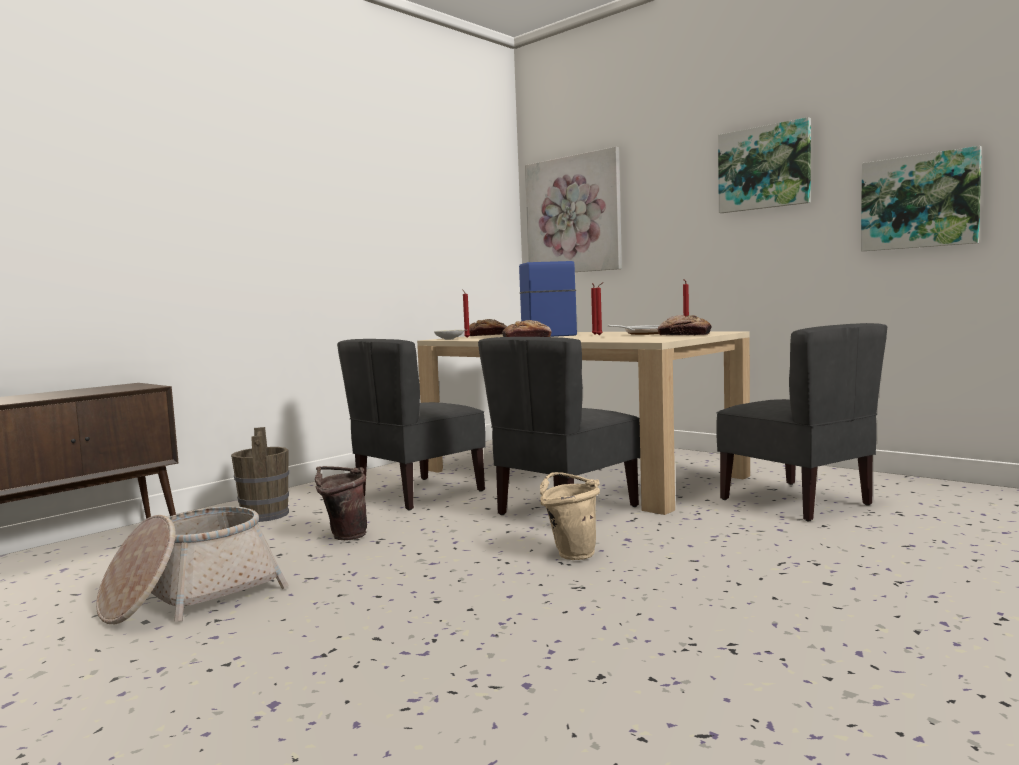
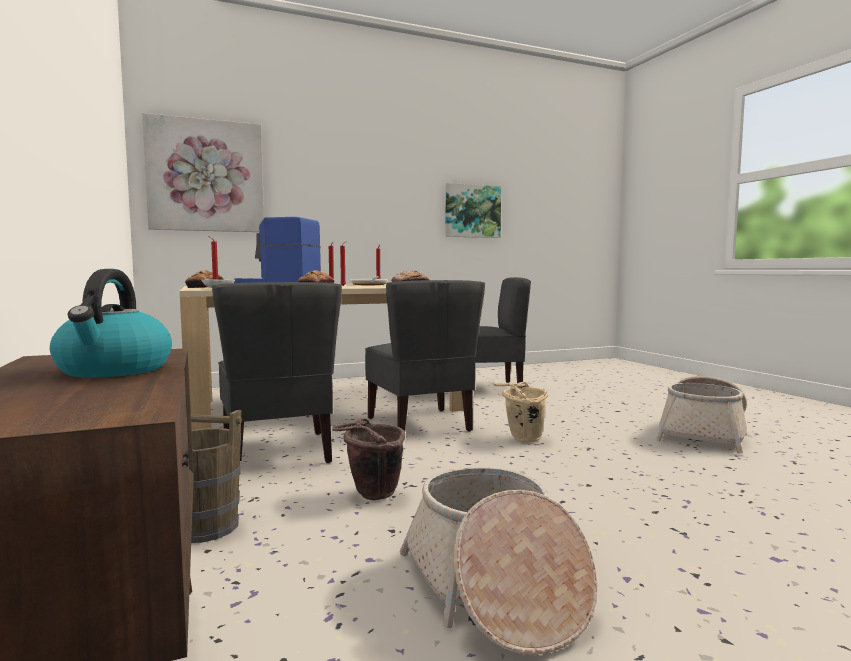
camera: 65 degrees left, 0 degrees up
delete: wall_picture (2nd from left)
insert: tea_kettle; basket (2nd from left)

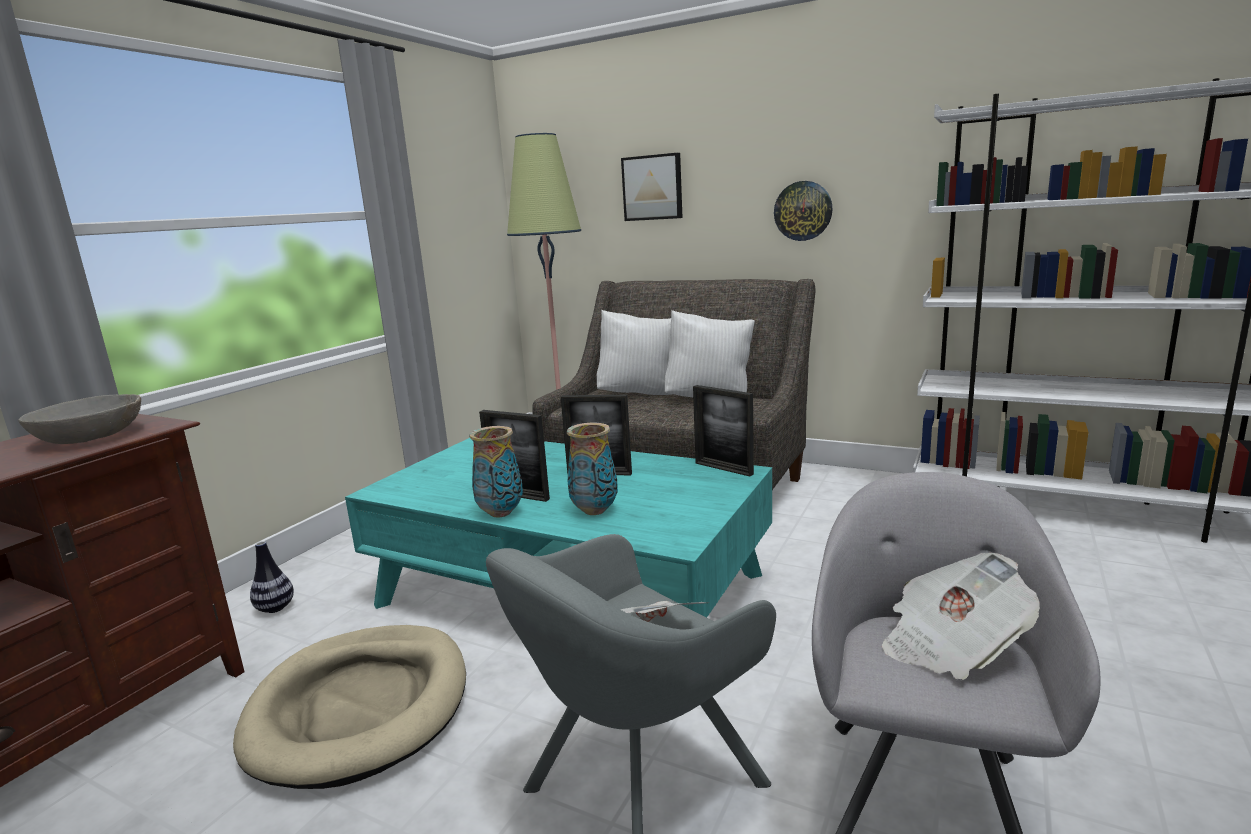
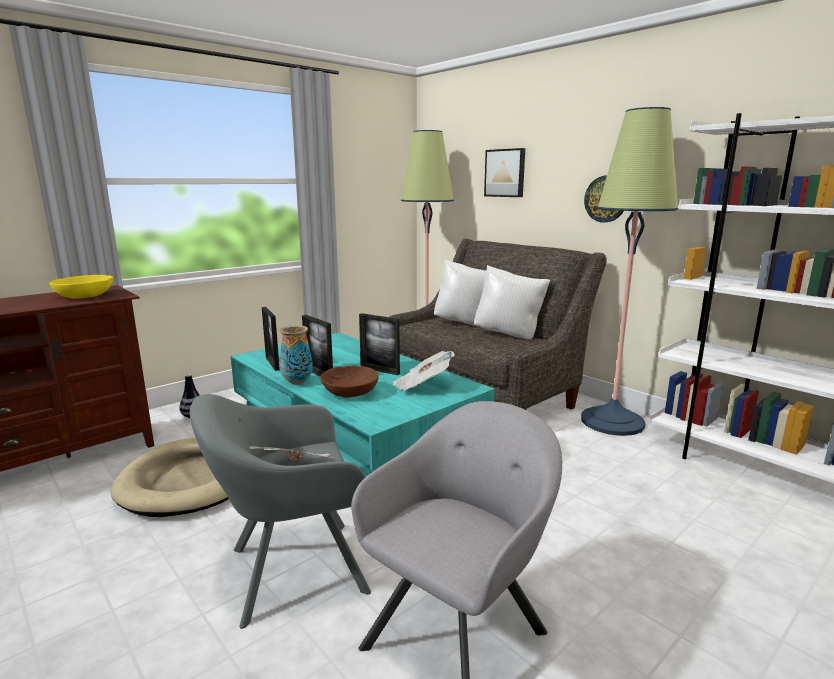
camera: 20 degrees right, 0 degrees up
insert: standing_lamp (2nd from left)
move: standing_frame (3rd from left in the first image) to standing_frame (1st from left); newspaper (2nd from left)
replace: vase (3rd from left) to brown_deep_dish
recolor: gray_deep_dish to yellow_deep_dish

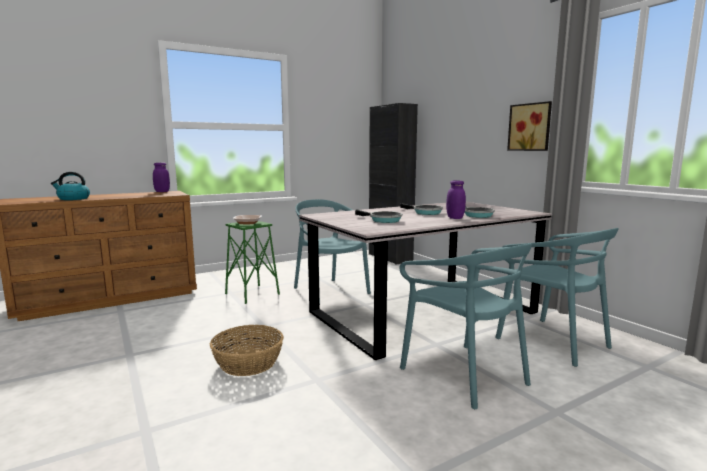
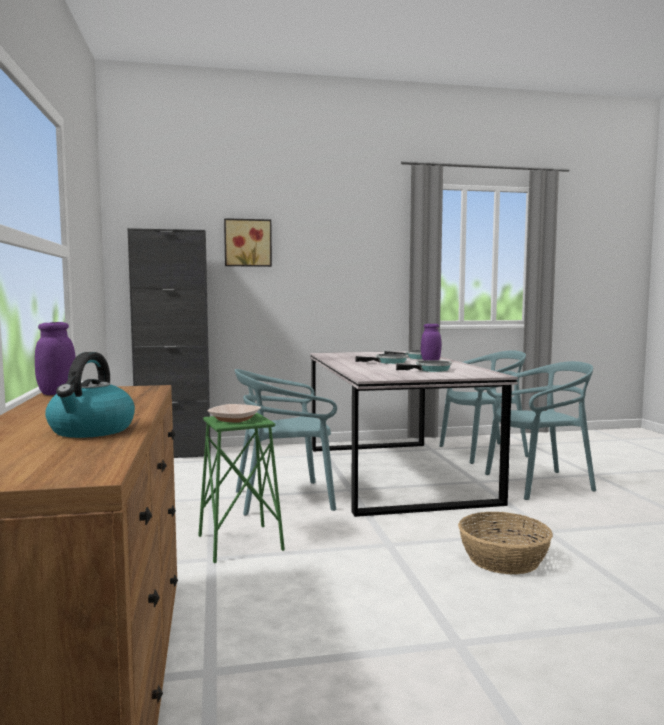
camera: 70 degrees left, 5 degrees down
move: wall_picture

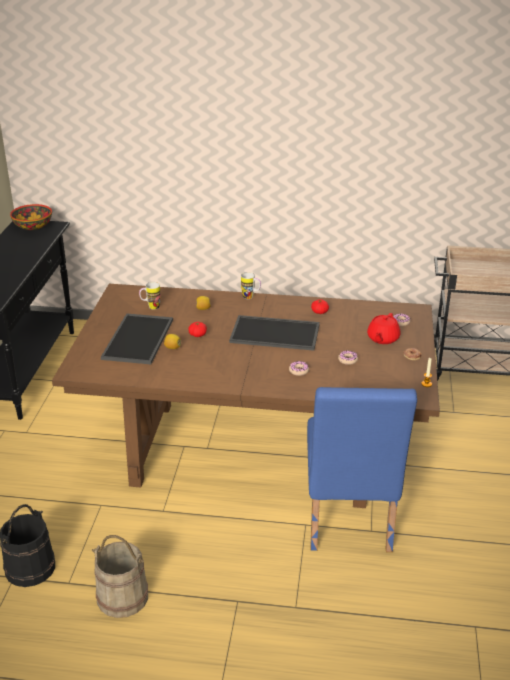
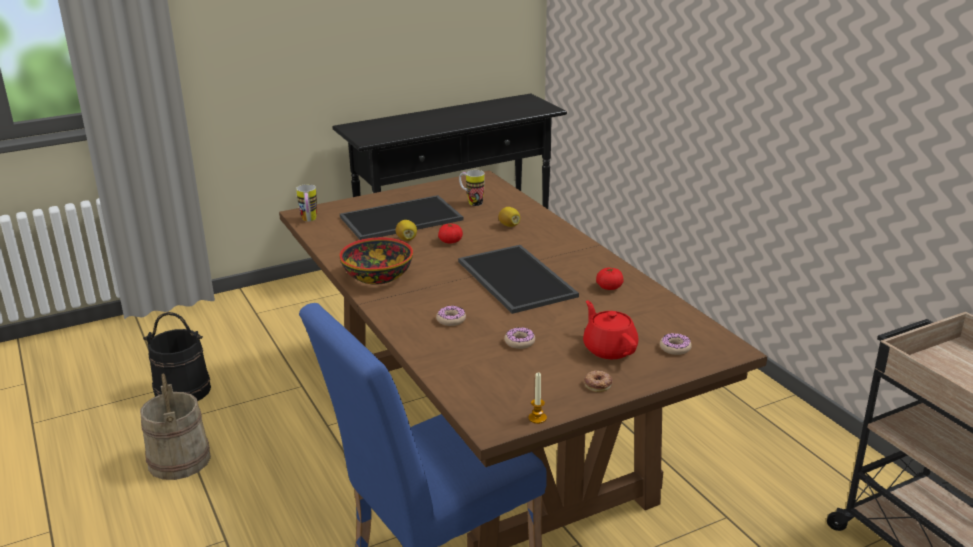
camera: 55 degrees right, 5 degrees down
move: deep_dish; mug (2nd from left in the first image) to mug (1st from left)
rotate: reddish_pot_for_tea 75 degrees clockwise

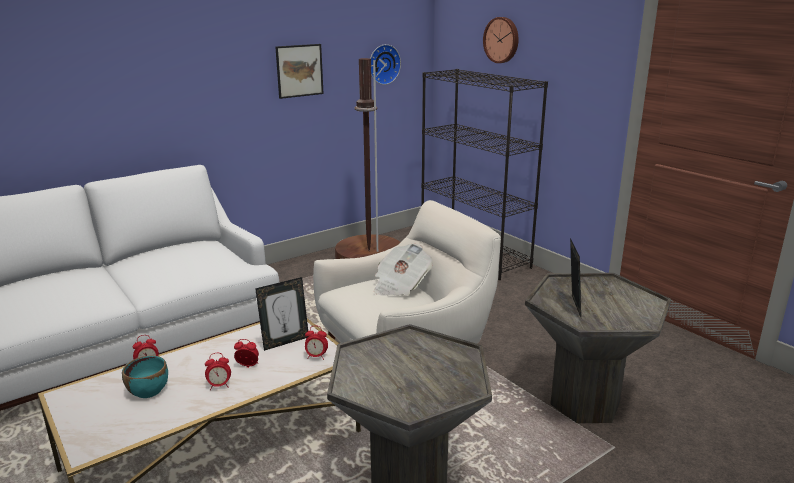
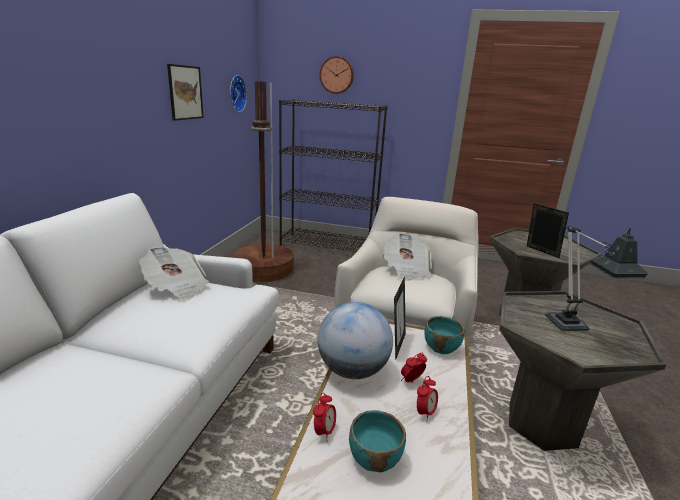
camera: 40 degrees left, 0 degrees up
insert: newspaper (1st from left); desk_globe; tabletop_lamp
replace: bedside_clock (4th from left) to blue-green_deep_dish (2nd from left)

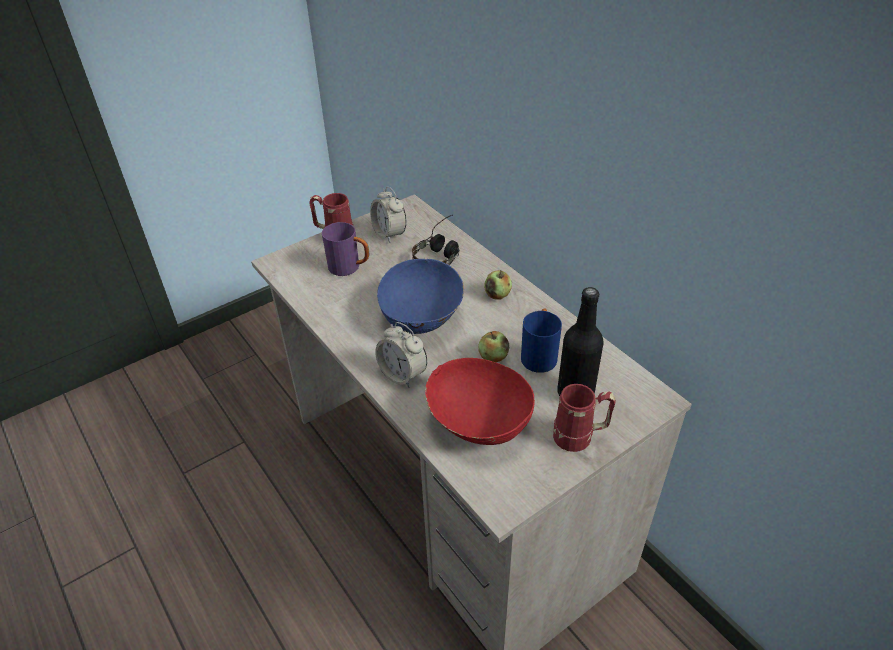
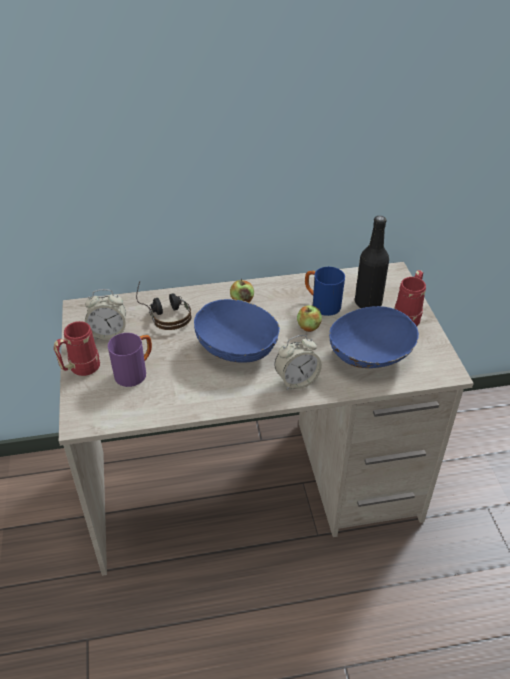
camera: 65 degrees left, 0 degrees up
recolor: reddish_deep_dish to blue-coloured_deep_dish (2nd from left)

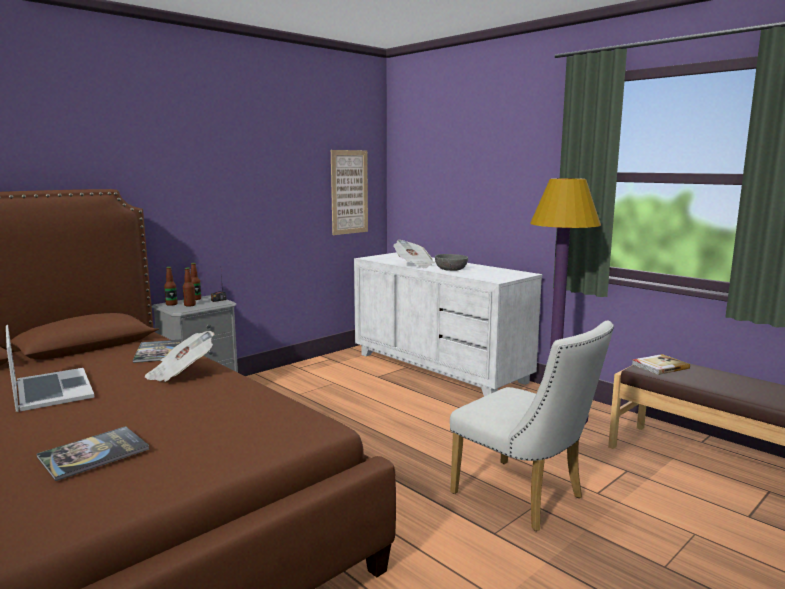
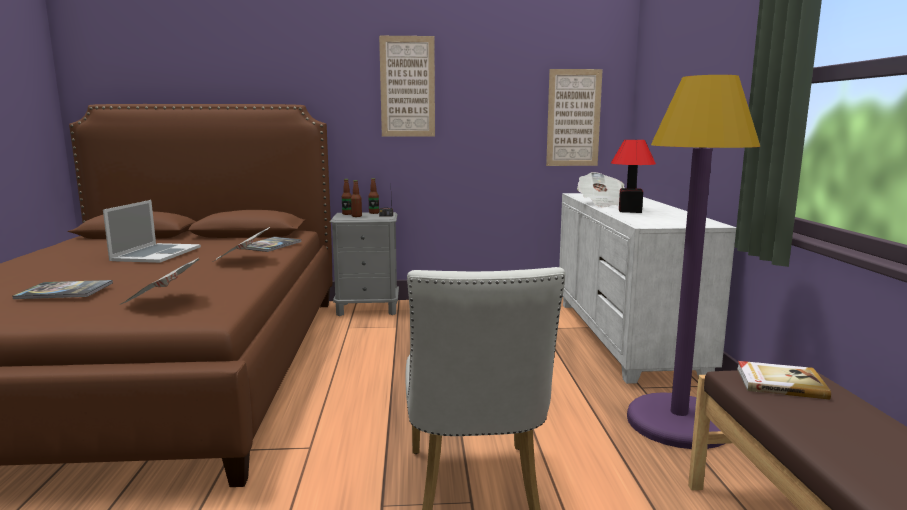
camera: 40 degrees right, 0 degrees up
insert: newspaper (1st from left); wall_picture (1st from left)
replace: gray_deep_dish to tabletop_lamp

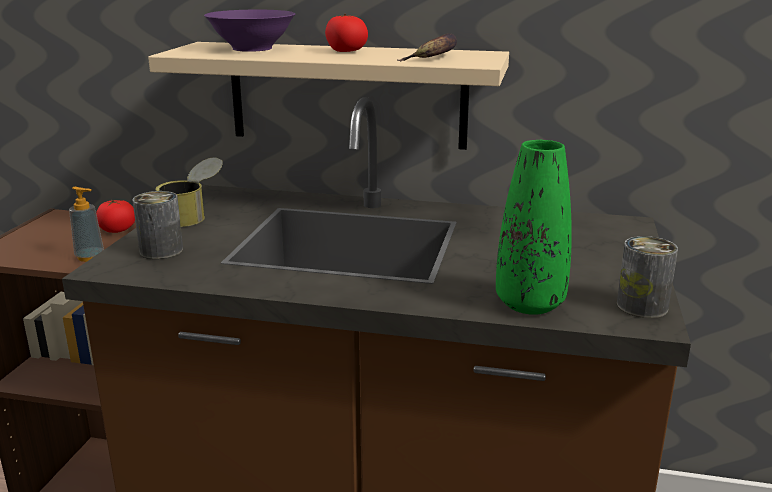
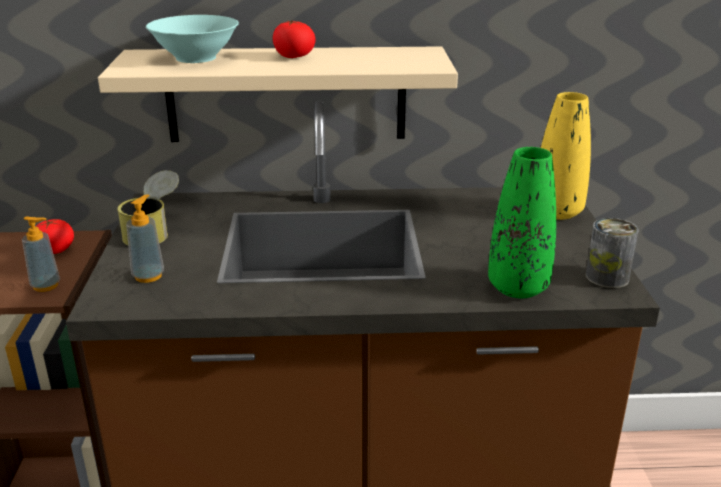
camera: 15 degrees left, 5 degrees up
delete: banana
insert: yellow_vase
replace: sealed_can (1st from left) to soap_dispenser (2nd from left)
recolor: purple-coloured_deep_dish to blue-green_deep_dish

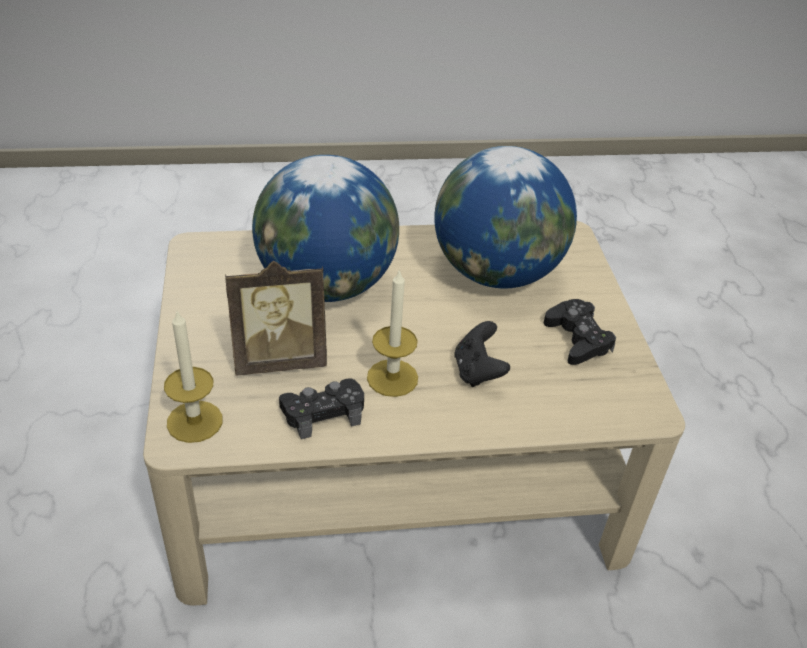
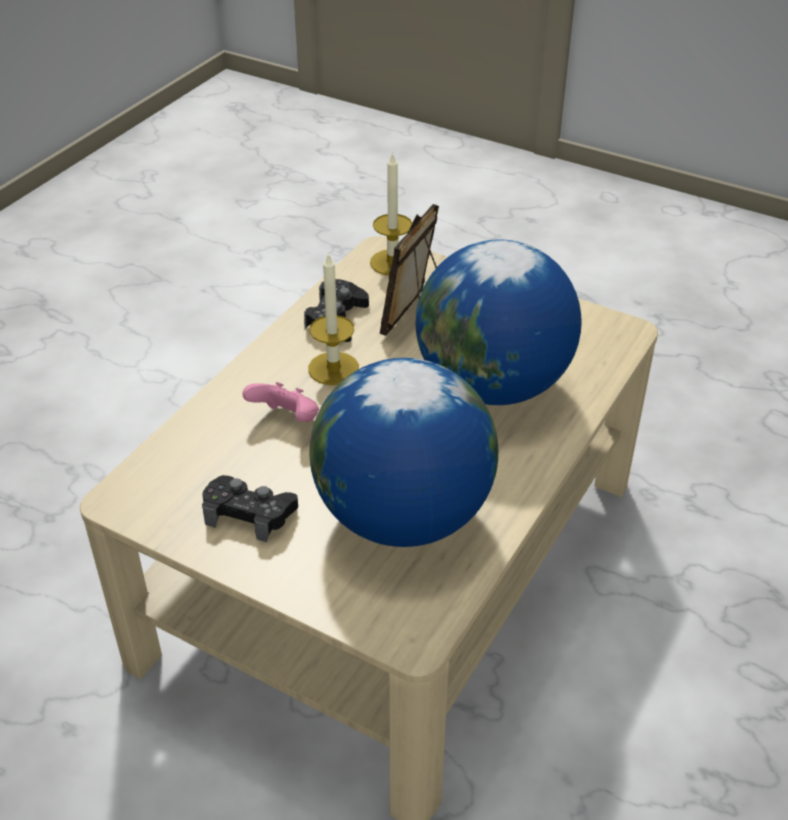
camera: 130 degrees right, 0 degrees up
recolor: blackish_joypad (2nd from left) to pink-coloured_joypad

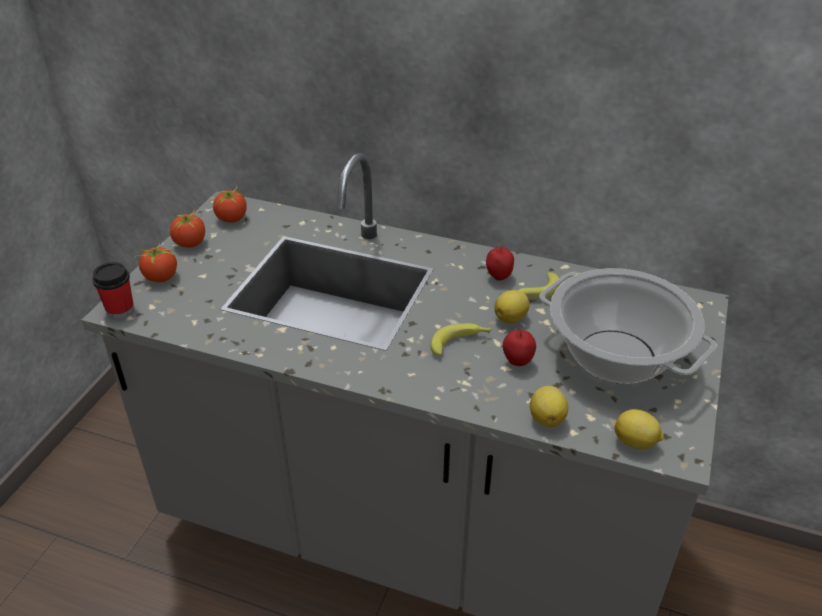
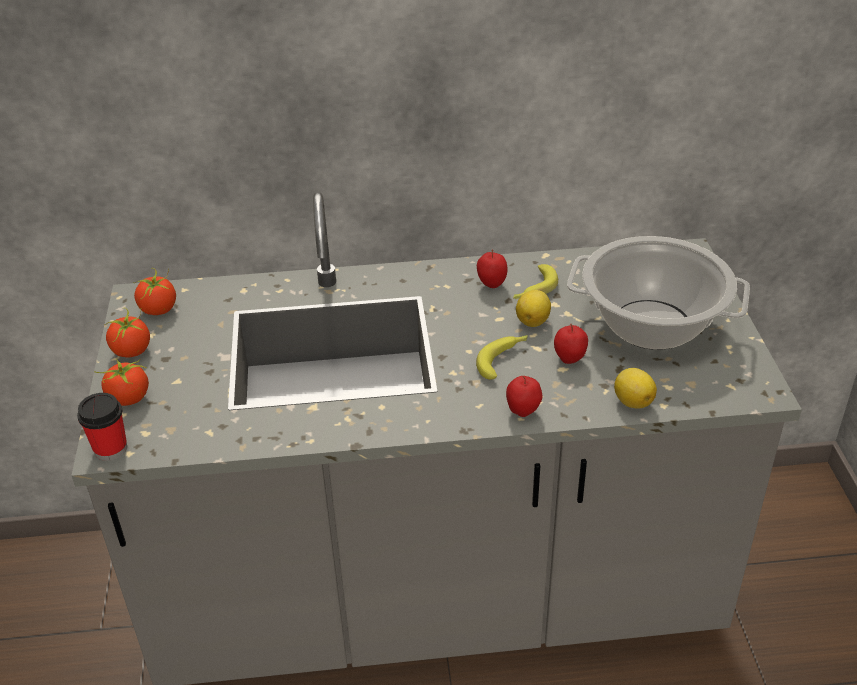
camera: 25 degrees left, 0 degrees up
delete: lemon (3rd from left)
insert: apple (2nd from left)

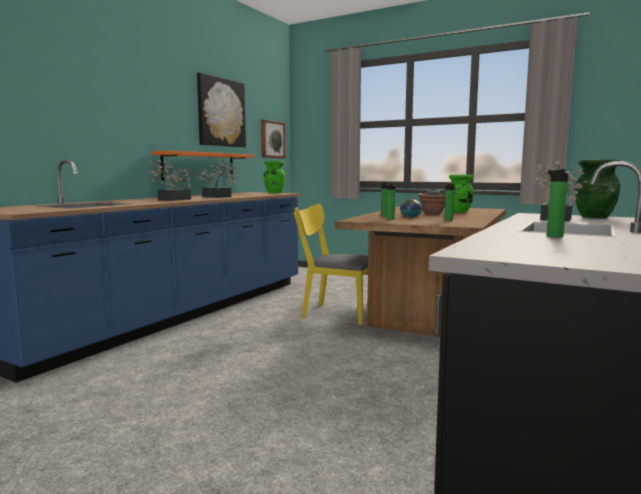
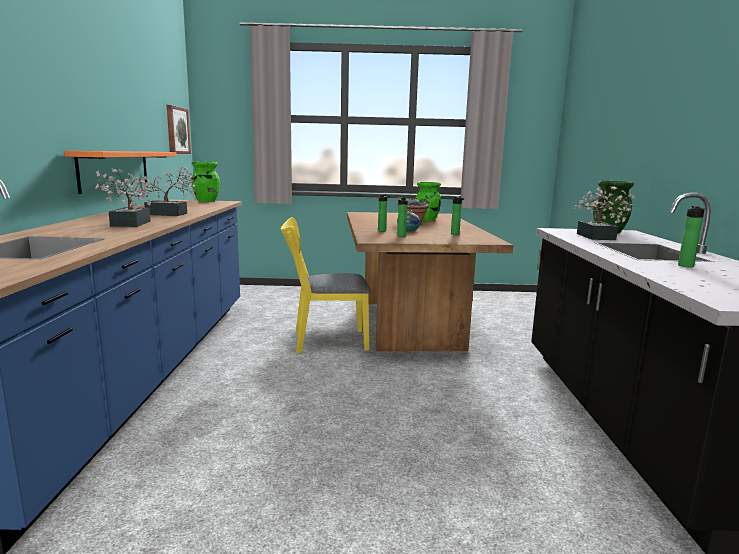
camera: 30 degrees left, 5 degrees up
delete: wall_picture (1st from left)

